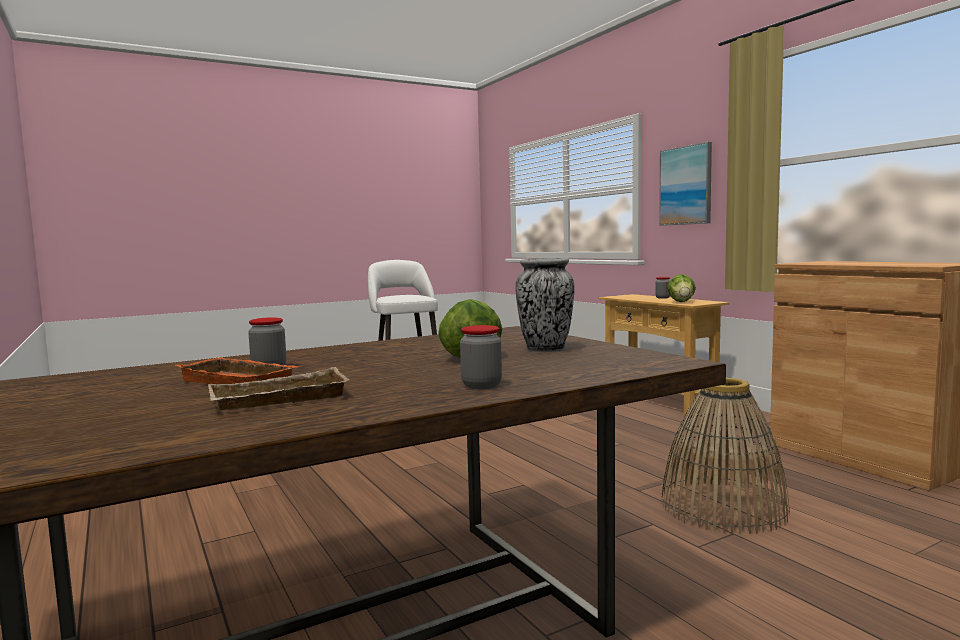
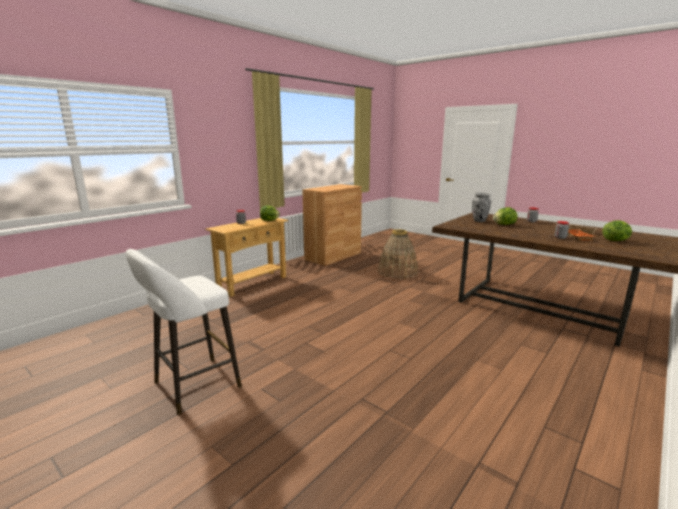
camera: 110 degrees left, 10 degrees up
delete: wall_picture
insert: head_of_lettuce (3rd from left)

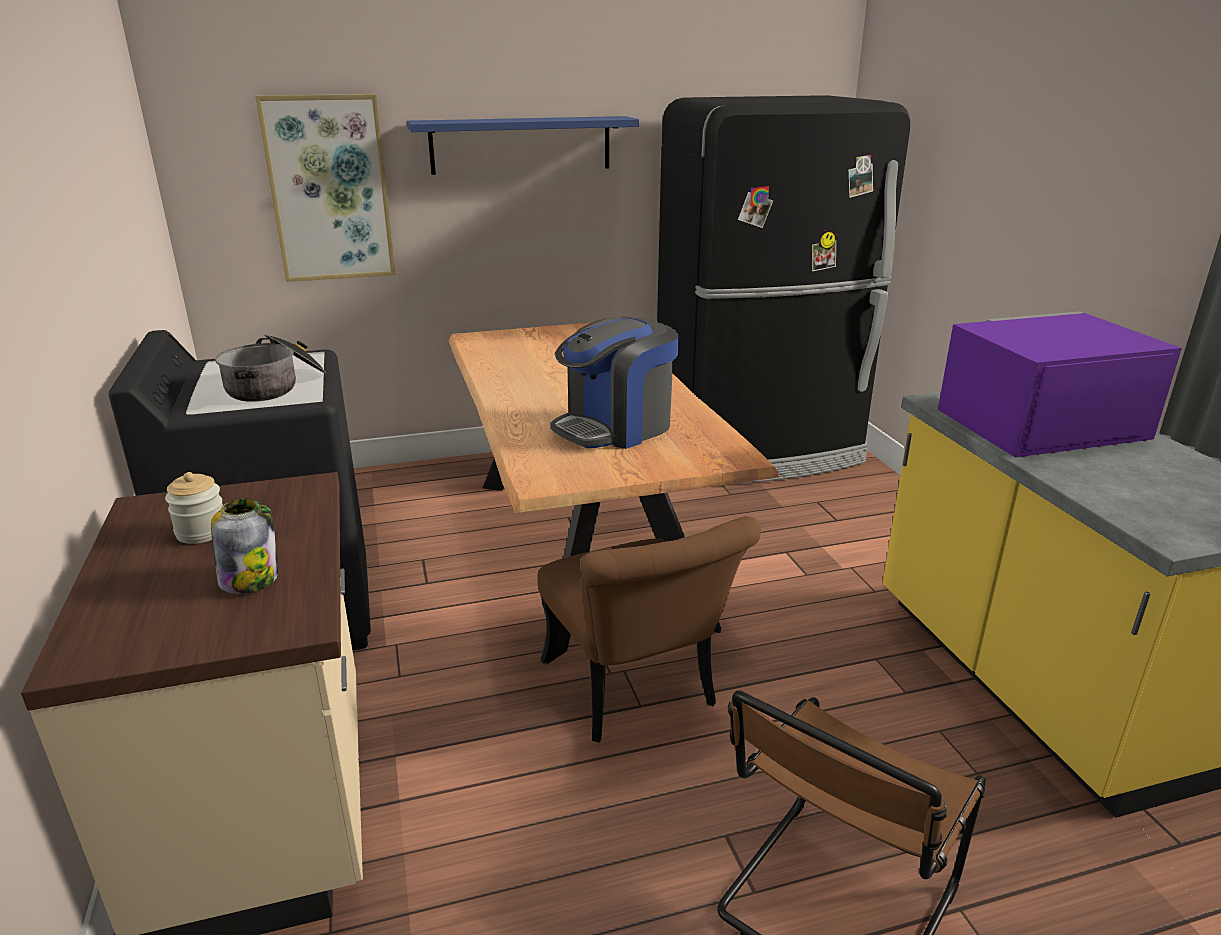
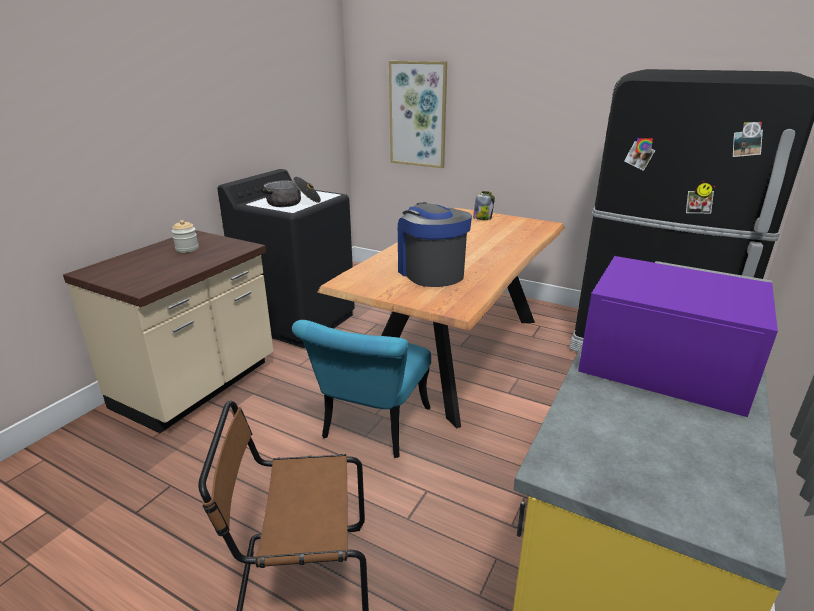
camera: 45 degrees right, 0 degrees up
delete: blue-coloured_shelf
move: preserve_jar (2nd from left)
recolor: brown_upright_chair (1st from left) to blue-green_upright_chair
rotate: coffee_maker 60 degrees clockwise

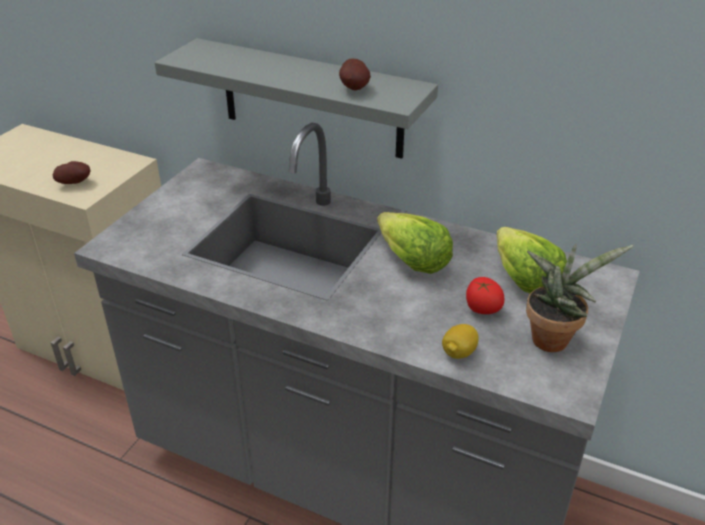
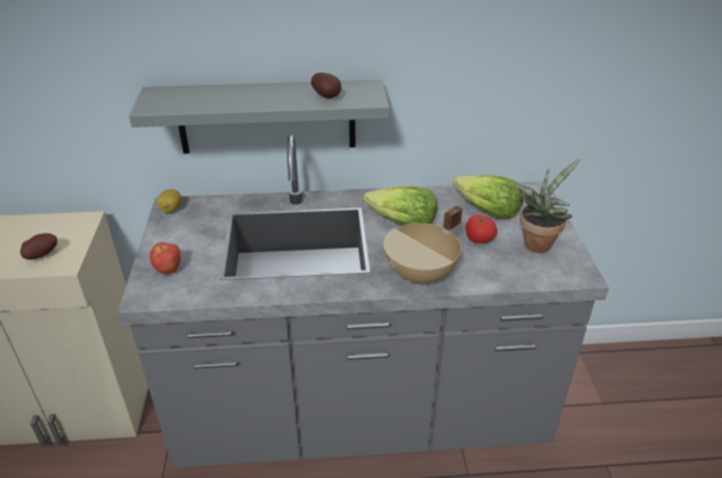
camera: 30 degrees left, 0 degrees up
insert: apple; beige_cooking_pot
move: lemon

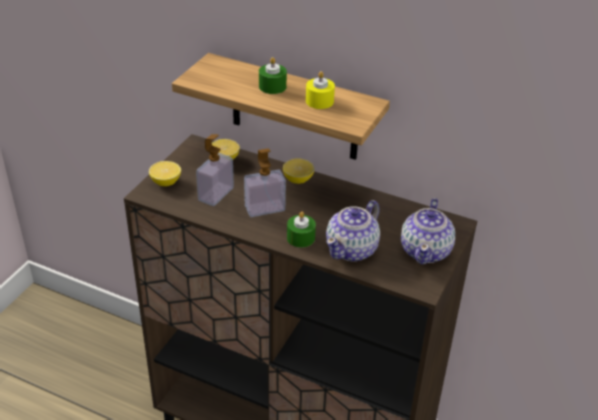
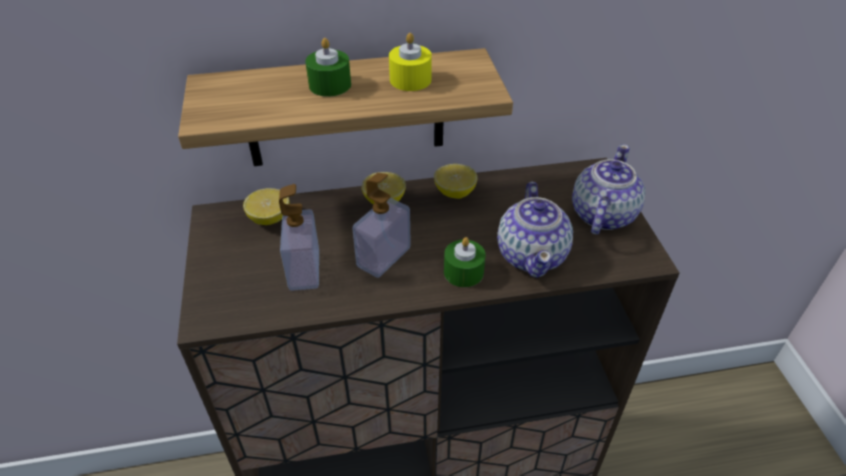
camera: 35 degrees left, 5 degrees up
move: lemon (1st from left in the first image) to lemon (3rd from left)
rotate: pot_for_tea (2nd from left) 135 degrees counterclockwise

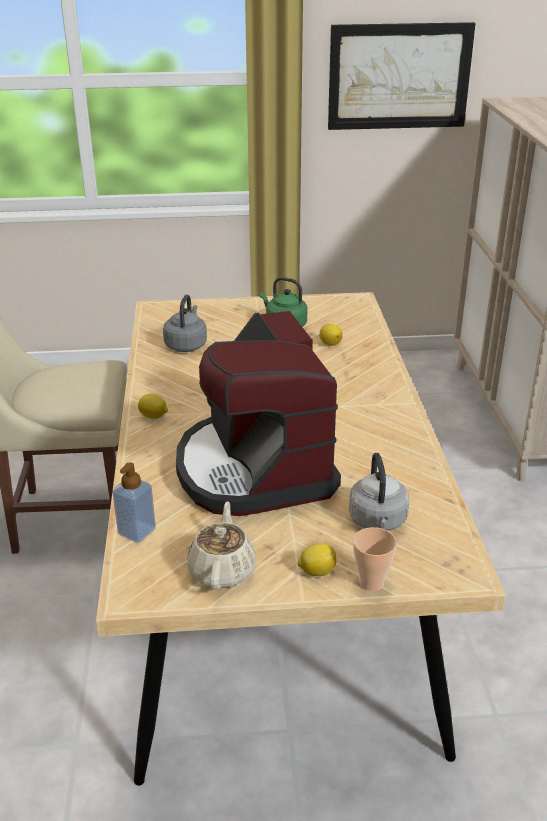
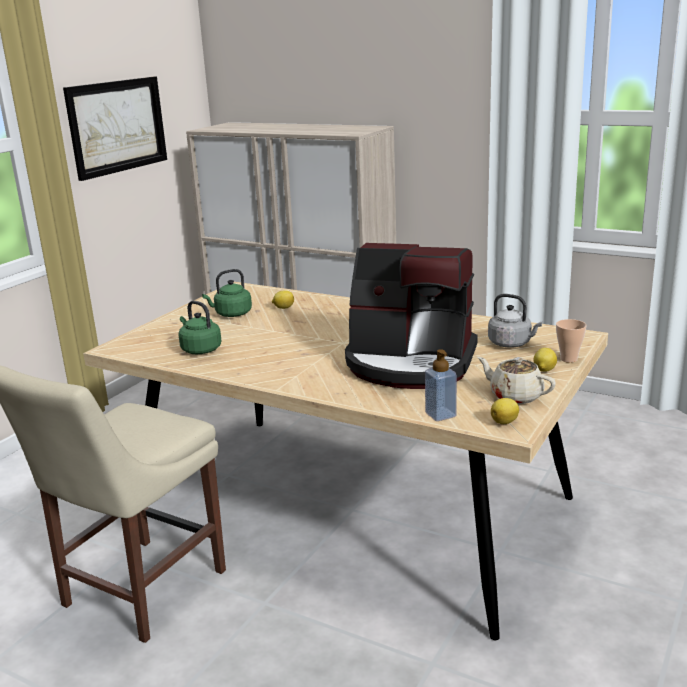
camera: 55 degrees left, 10 degrees down
move: lemon (1st from left in the first image) to lemon (2nd from left)
recolor: gray_tea_kettle (1st from left) to green_tea_kettle (1st from left)

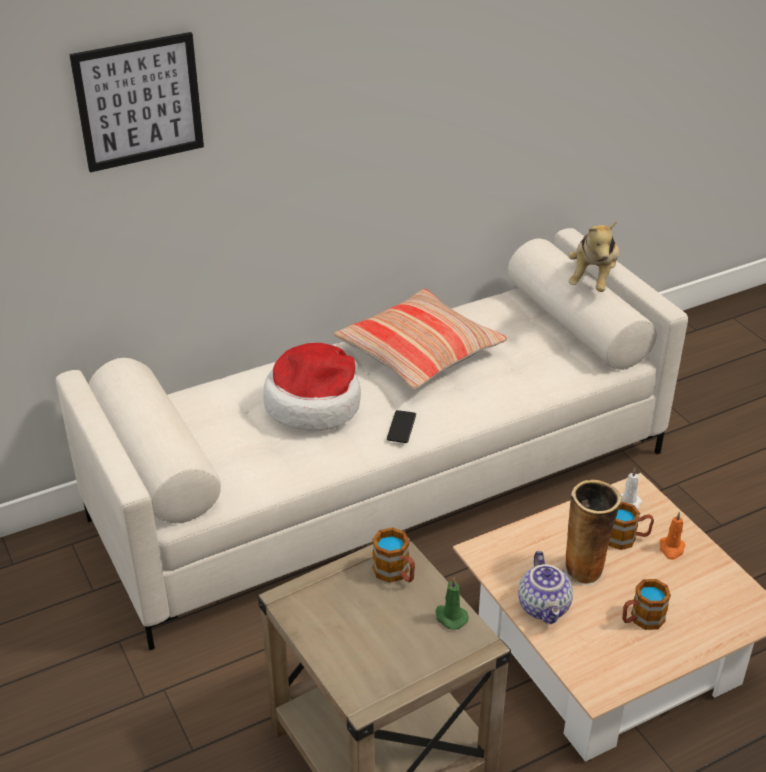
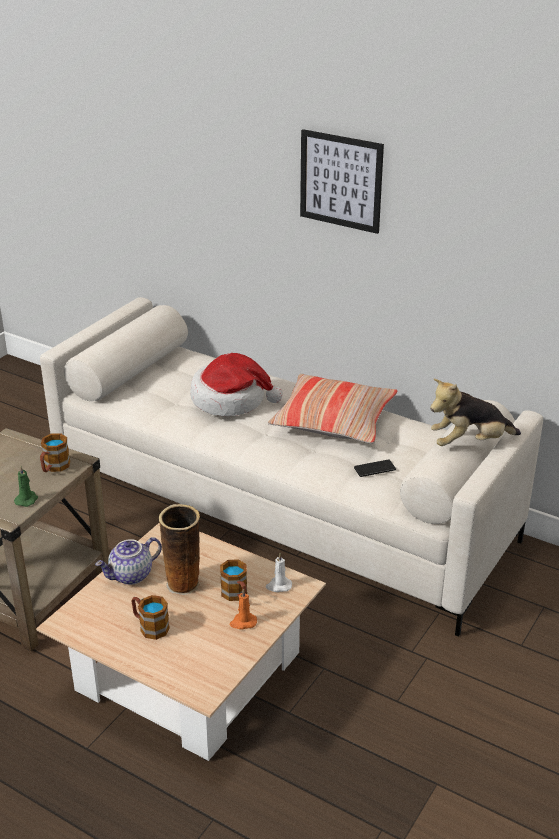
camera: 60 degrees right, 5 degrees down
move: wall_picture; phone

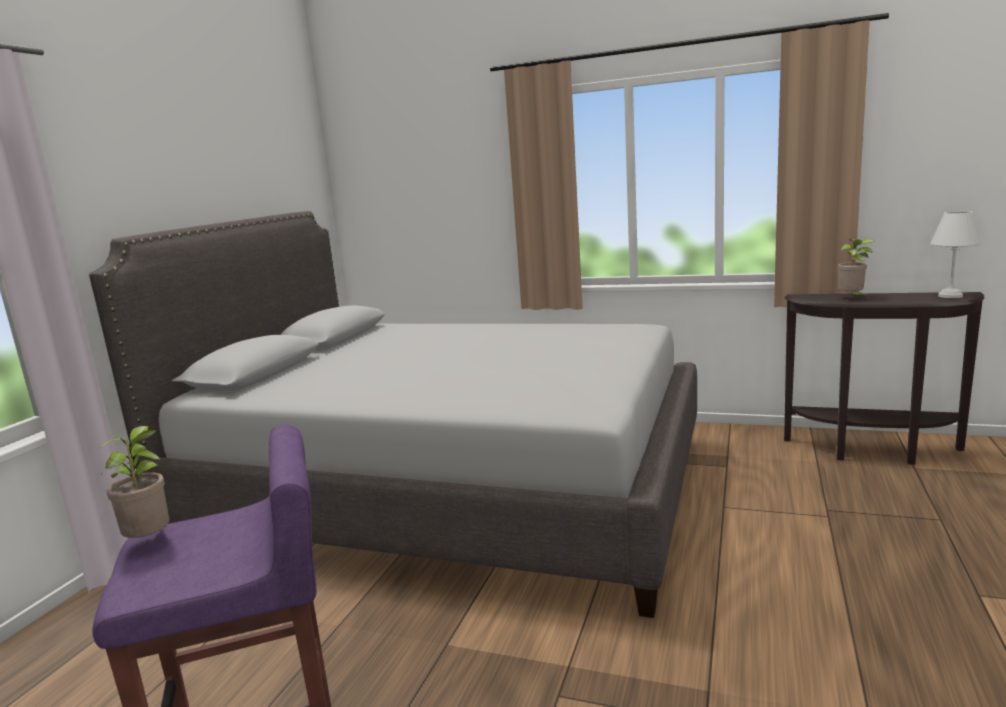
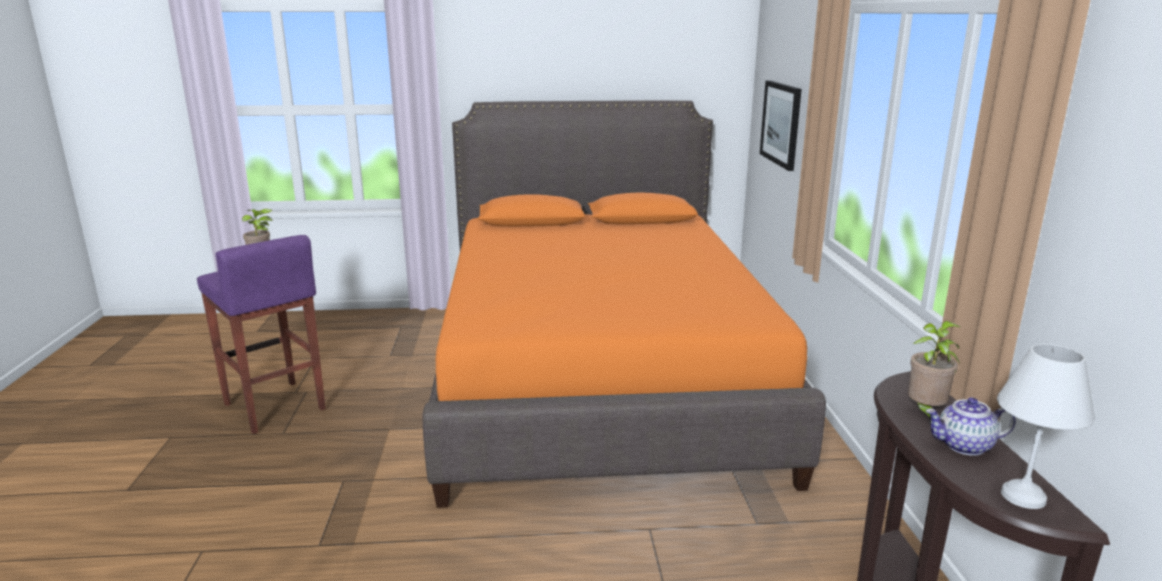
camera: 65 degrees right, 5 degrees up
insert: wall_picture; pot_for_tea
recolor: gray_bedroom_bed to orangey_bedroom_bed

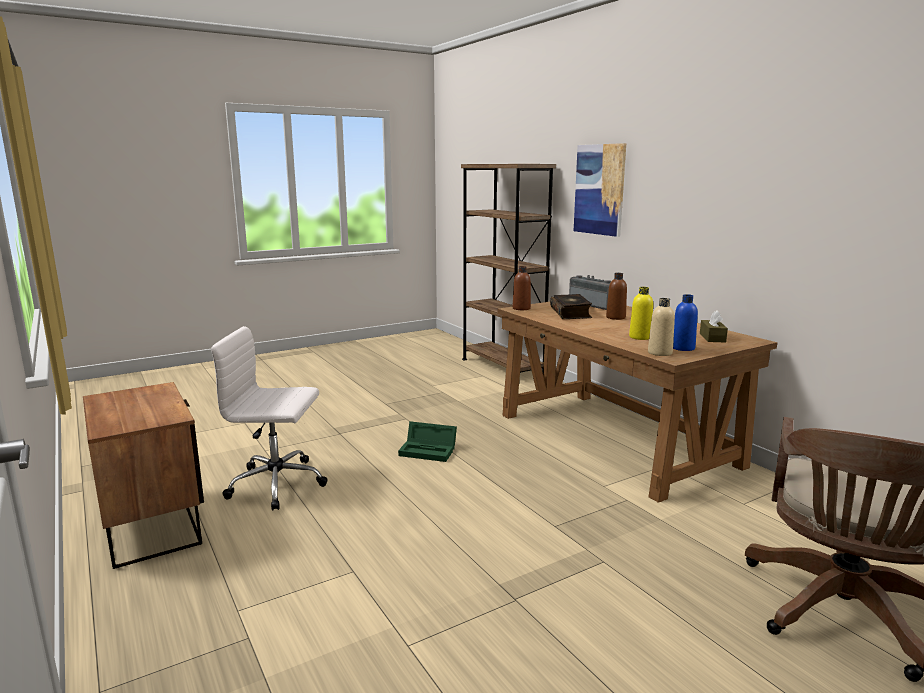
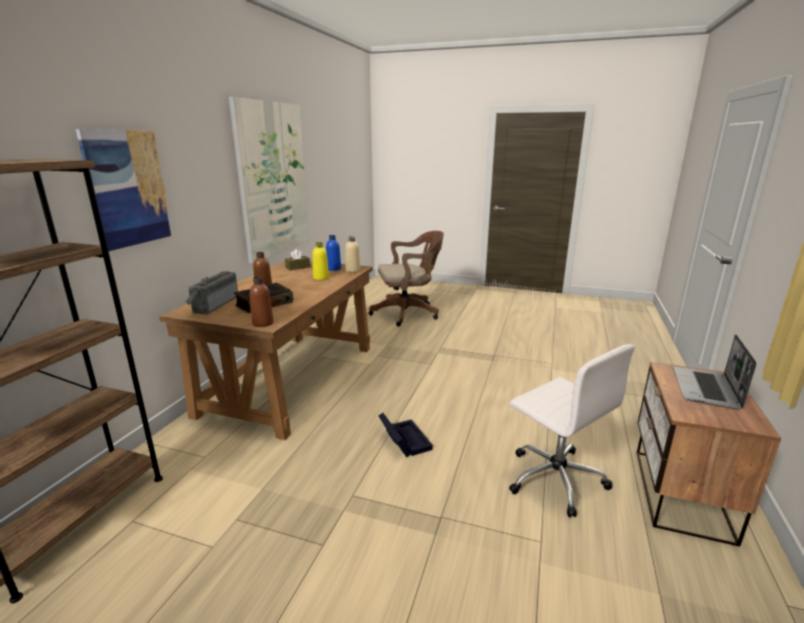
camera: 130 degrees left, 5 degrees up
insert: wall_picture (2nd from left); portable_computer
recolor: green_storage_bin to blackish_storage_bin

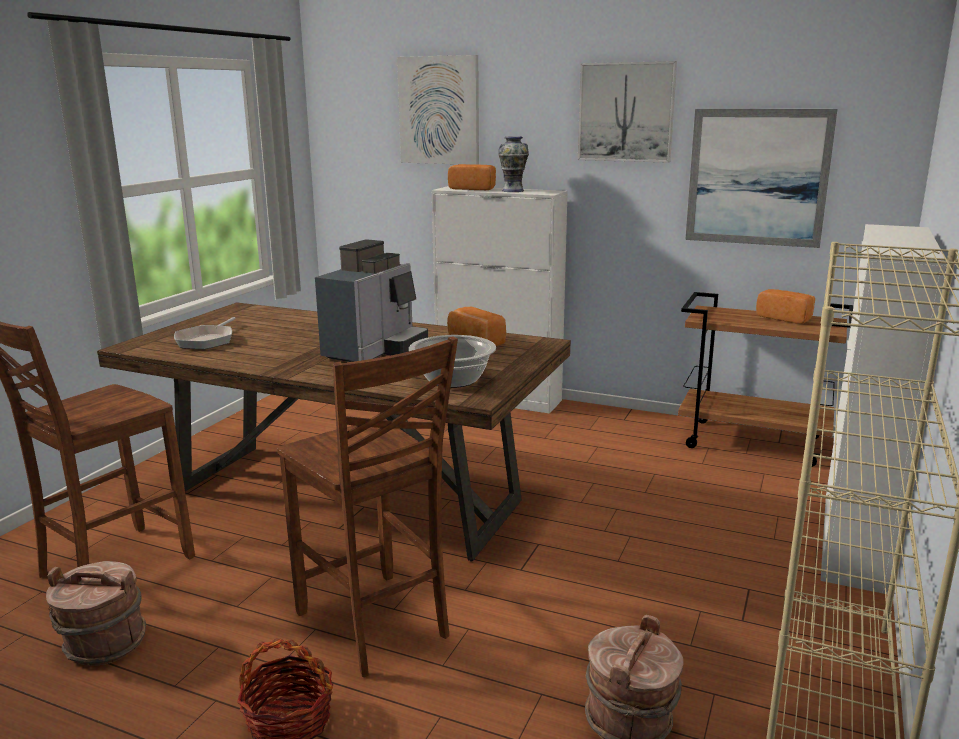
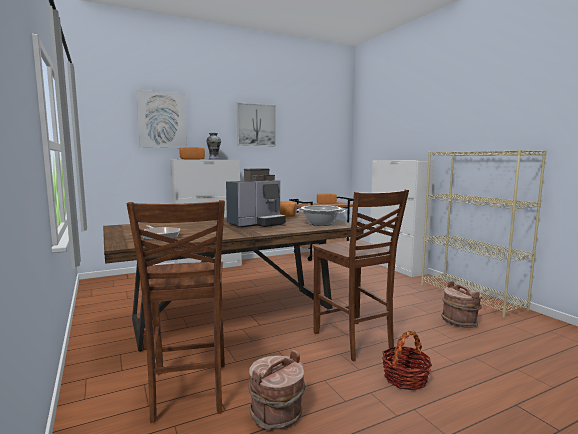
camera: 50 degrees left, 10 degrees down
delete: wall_picture (3rd from left)
rotate: brown_upright_chair (2nd from left) 60 degrees clockwise; coffee_maker 75 degrees clockwise

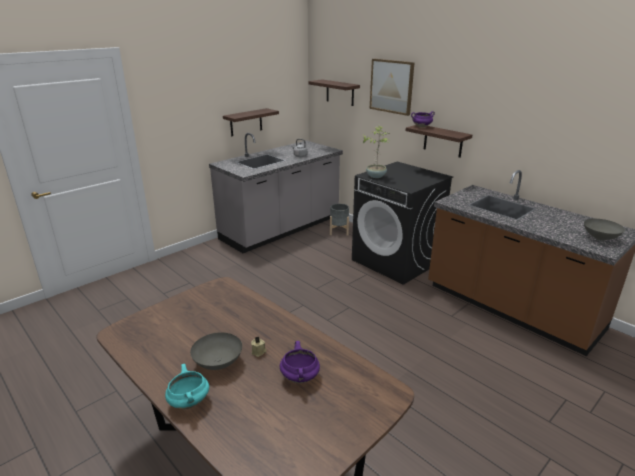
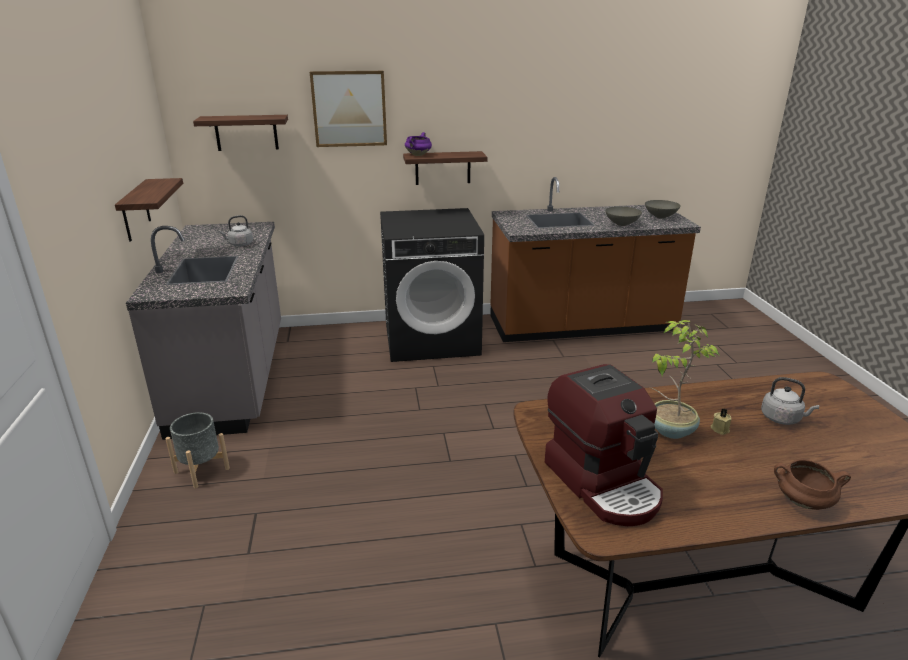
camera: 55 degrees left, 0 degrees up
insert: coffee_maker
move: gray_deep_dish (1st from left); gray_planter; potted_plant
replace: purple-coloured_cooking_pot (1st from left) to gray_tea_kettle (2nd from left)
recolor: blue-green_cooking_pot to brown_cooking_pot

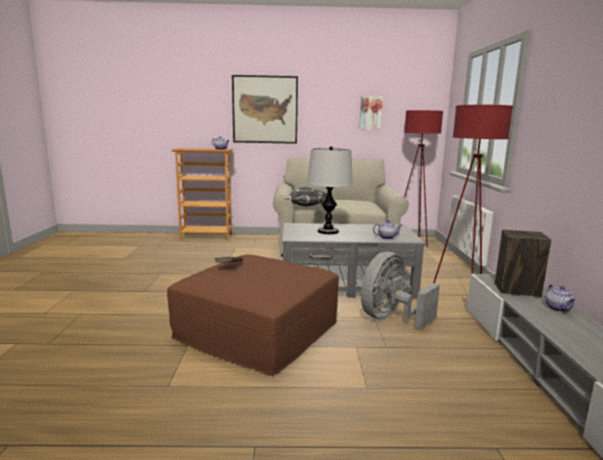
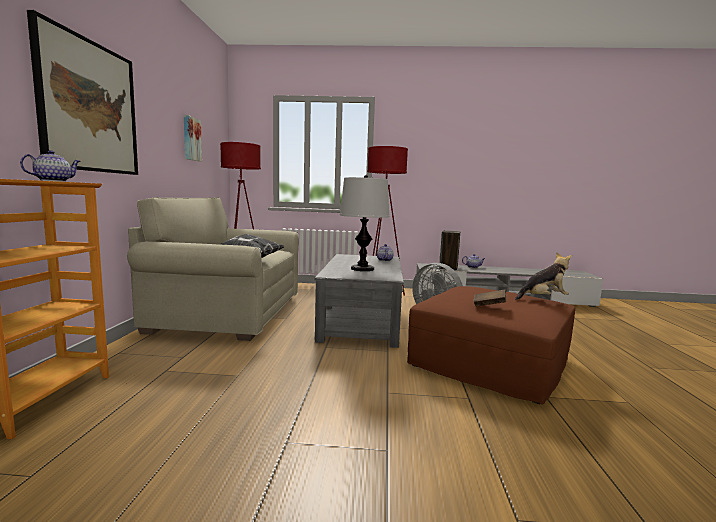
camera: 85 degrees left, 5 degrees down
insert: soft_toy

